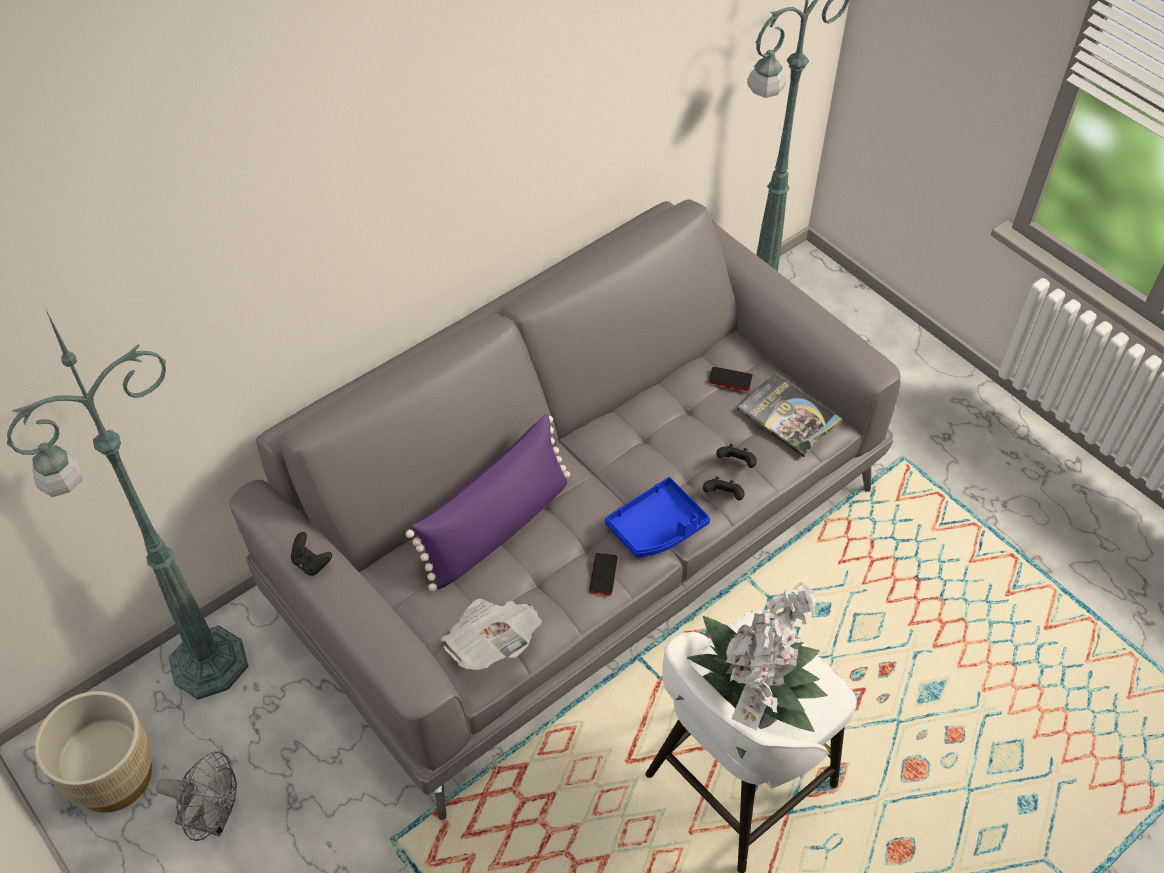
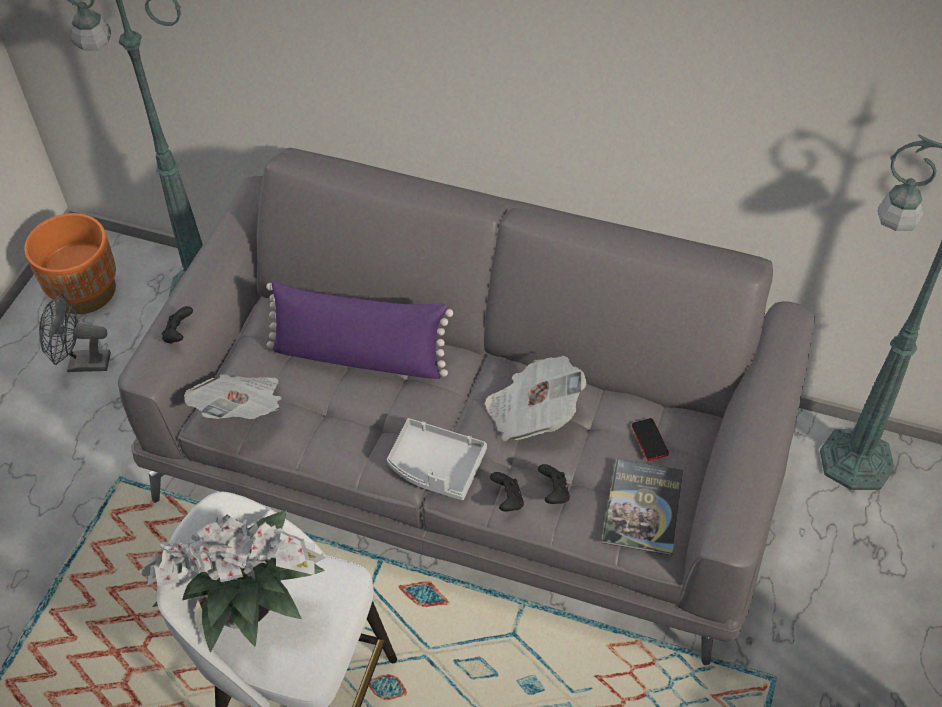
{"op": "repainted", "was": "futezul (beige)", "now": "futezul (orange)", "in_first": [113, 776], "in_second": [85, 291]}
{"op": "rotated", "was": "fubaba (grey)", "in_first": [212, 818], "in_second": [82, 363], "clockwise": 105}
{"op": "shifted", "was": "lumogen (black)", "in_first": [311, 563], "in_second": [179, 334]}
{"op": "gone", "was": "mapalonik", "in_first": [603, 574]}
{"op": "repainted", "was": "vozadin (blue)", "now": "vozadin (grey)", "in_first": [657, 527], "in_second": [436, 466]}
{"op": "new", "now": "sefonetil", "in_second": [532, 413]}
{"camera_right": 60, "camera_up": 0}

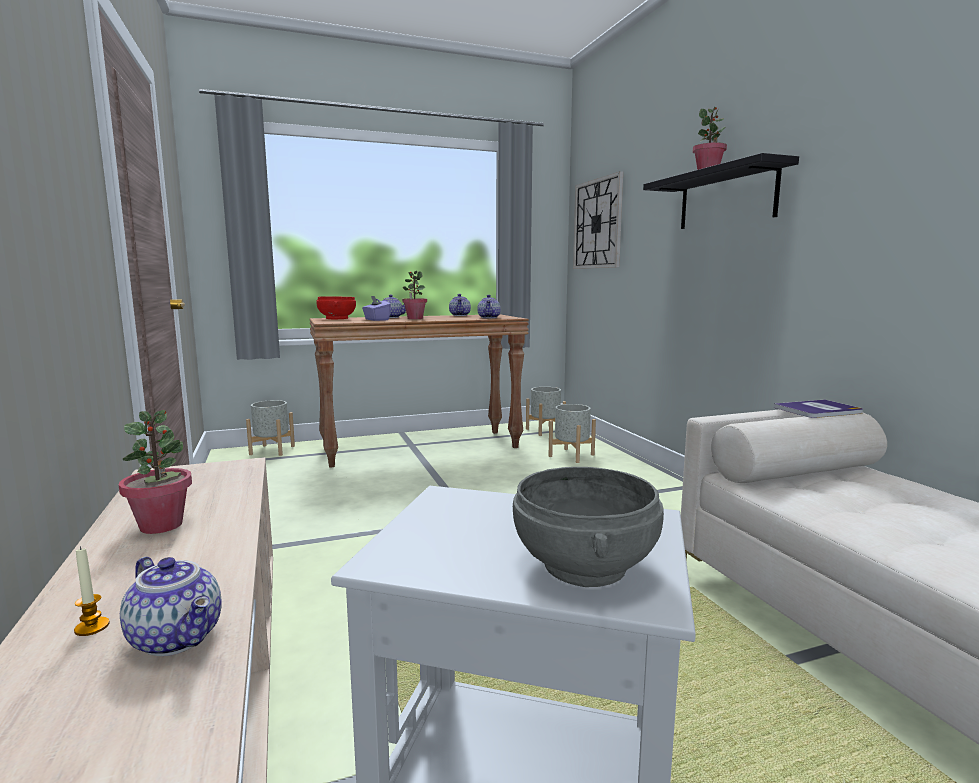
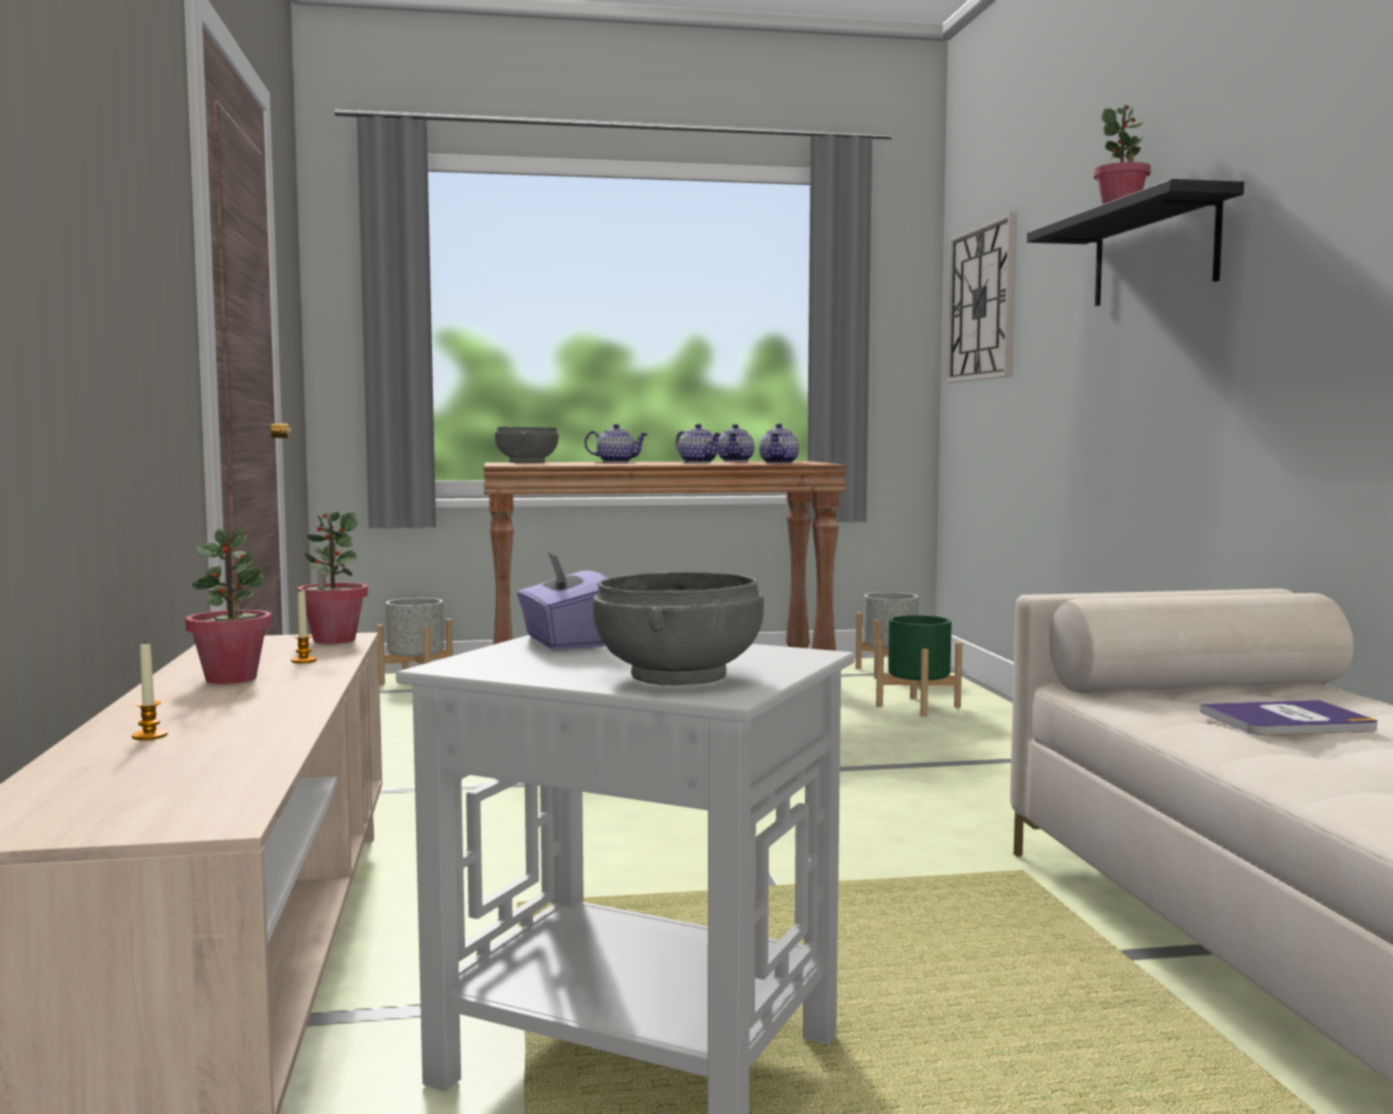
{"op": "shifted", "was": "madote", "in_first": [179, 637], "in_second": [699, 462]}
{"op": "repainted", "was": "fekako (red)", "now": "fekako (grey)", "in_first": [336, 318], "in_second": [526, 462]}
{"op": "shifted", "was": "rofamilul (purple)", "in_first": [376, 320], "in_second": [564, 642]}
{"op": "shifted", "was": "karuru", "in_first": [415, 318], "in_second": [333, 640]}
{"op": "repainted", "was": "futezul (grey)", "now": "futezul (green)", "in_first": [571, 455], "in_second": [918, 706]}
{"op": "shifted", "was": "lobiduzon", "in_first": [818, 410], "in_second": [1288, 721]}
{"op": "new", "now": "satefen", "in_second": [303, 661]}
{"camera_right": 10, "camera_up": -5}

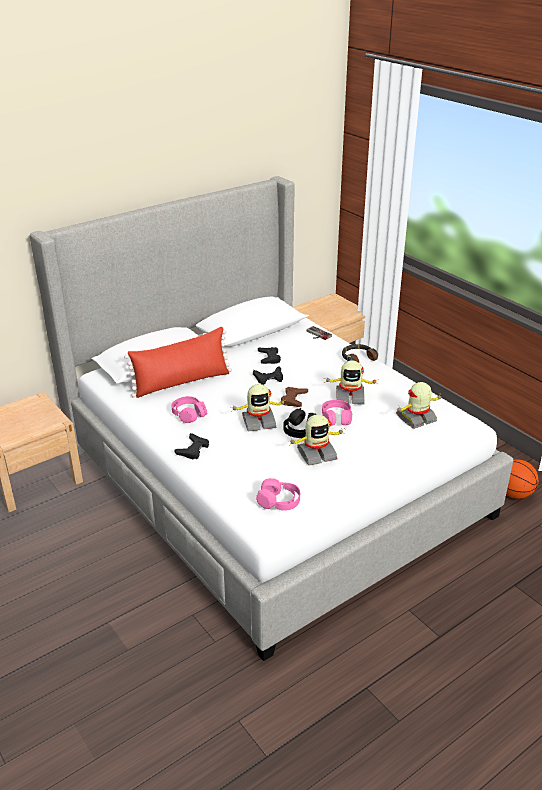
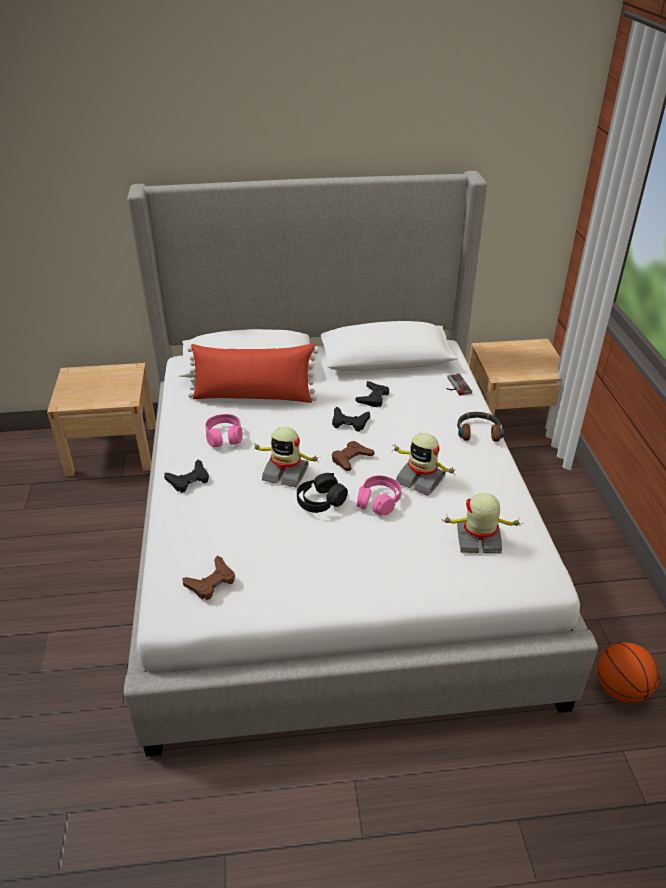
{"op": "swapped", "was": "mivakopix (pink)", "now": "lumogen (brown)", "in_first": [279, 501], "in_second": [211, 582]}
{"op": "gone", "was": "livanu", "in_first": [316, 454]}
{"camera_right": 30, "camera_up": 5}

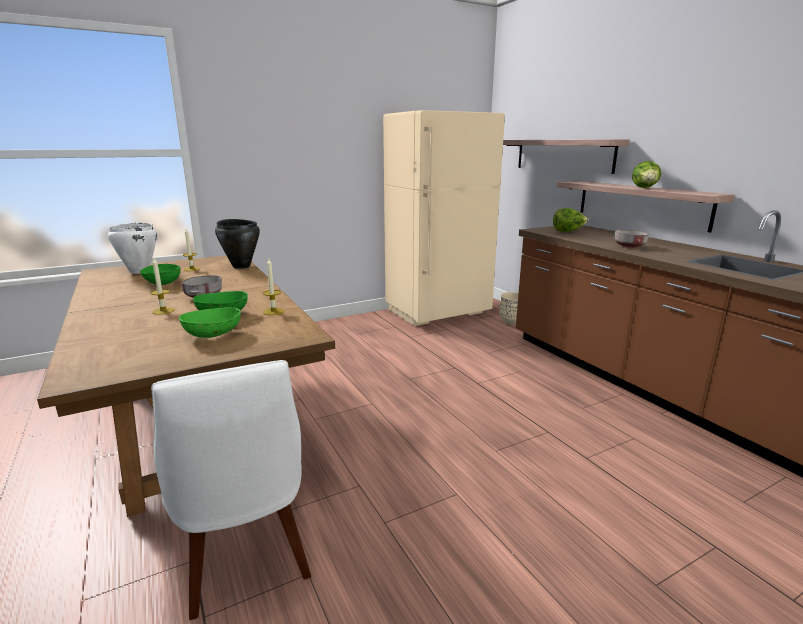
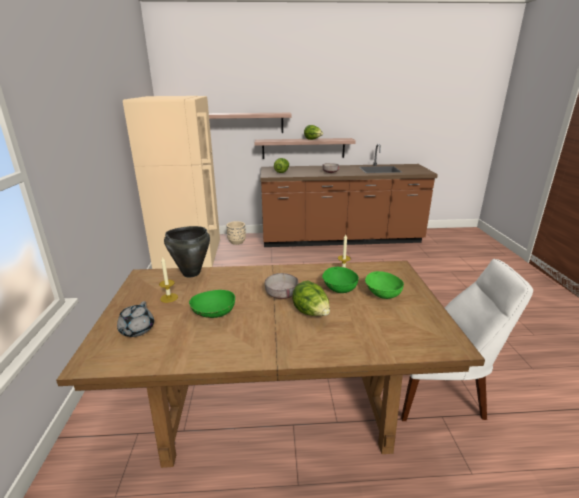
{"op": "swapped", "was": "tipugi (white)", "now": "madote (grey)", "in_first": [139, 271], "in_second": [136, 330]}
{"op": "swapped", "was": "satefen", "now": "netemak", "in_first": [163, 311], "in_second": [311, 313]}
{"camera_right": -65, "camera_up": 5}

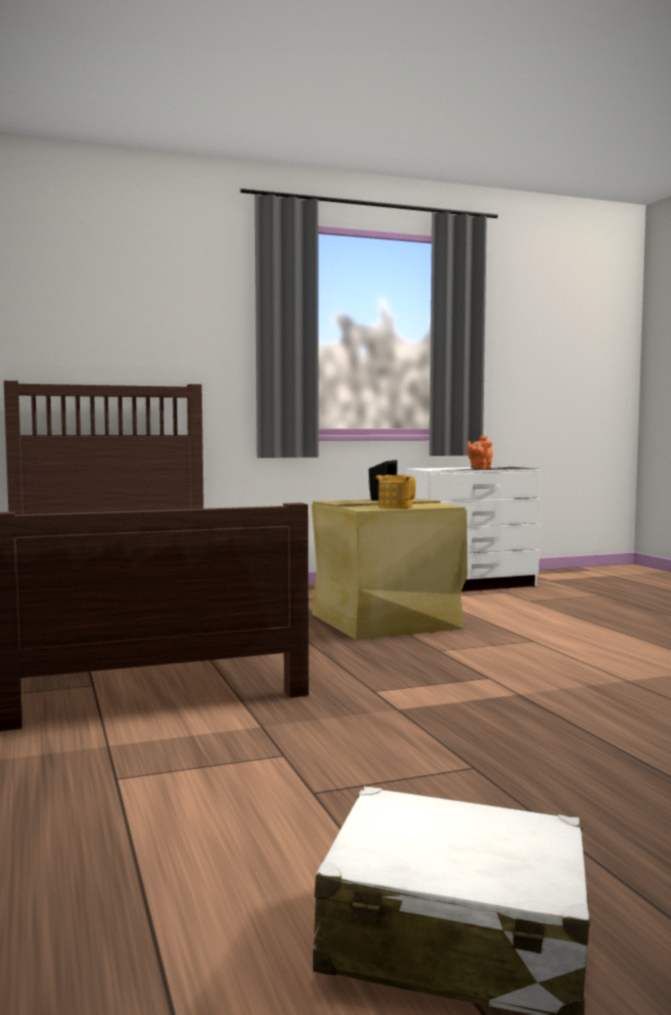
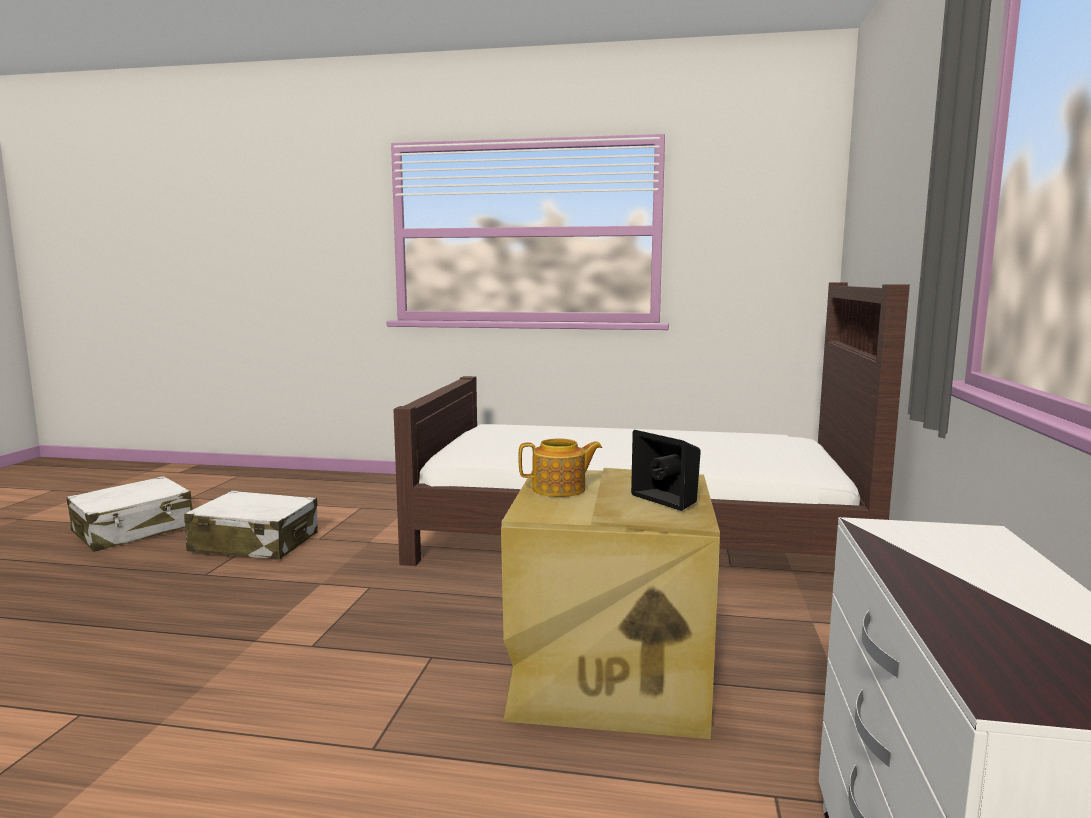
{"op": "gone", "was": "madote (orange)", "in_first": [479, 468]}
{"op": "new", "now": "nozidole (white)", "in_second": [255, 543]}
{"camera_right": 120, "camera_up": 5}

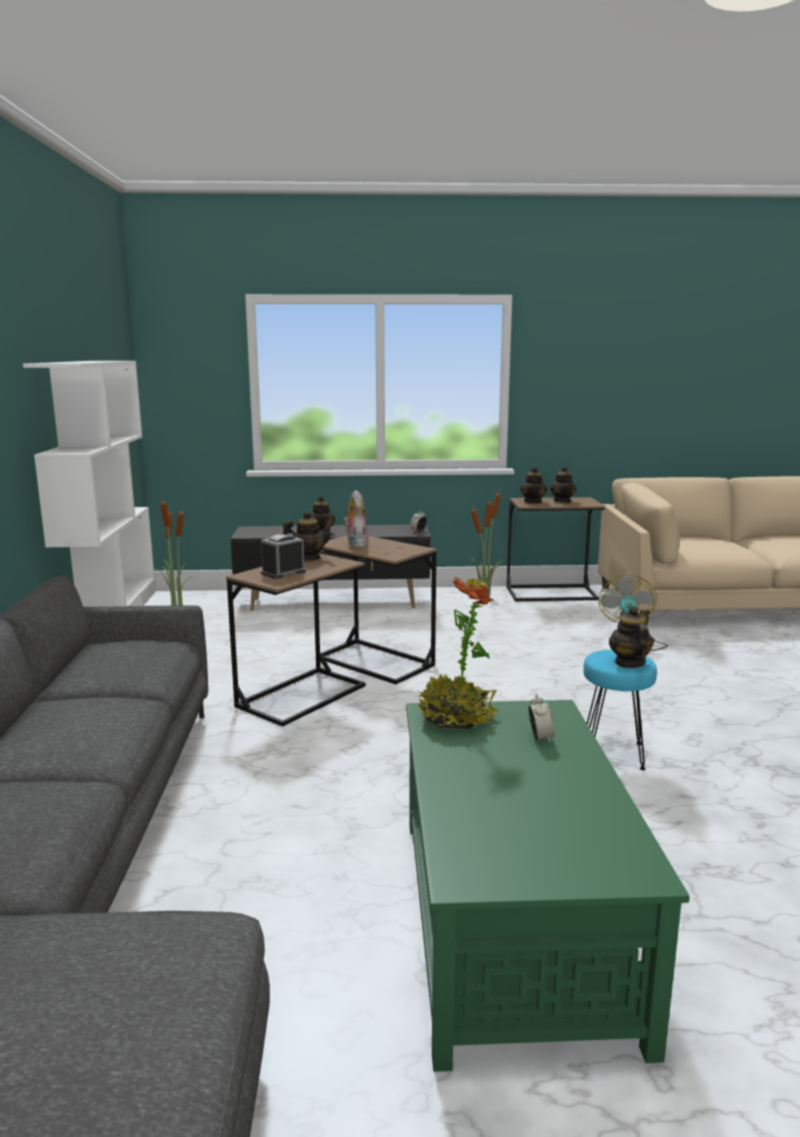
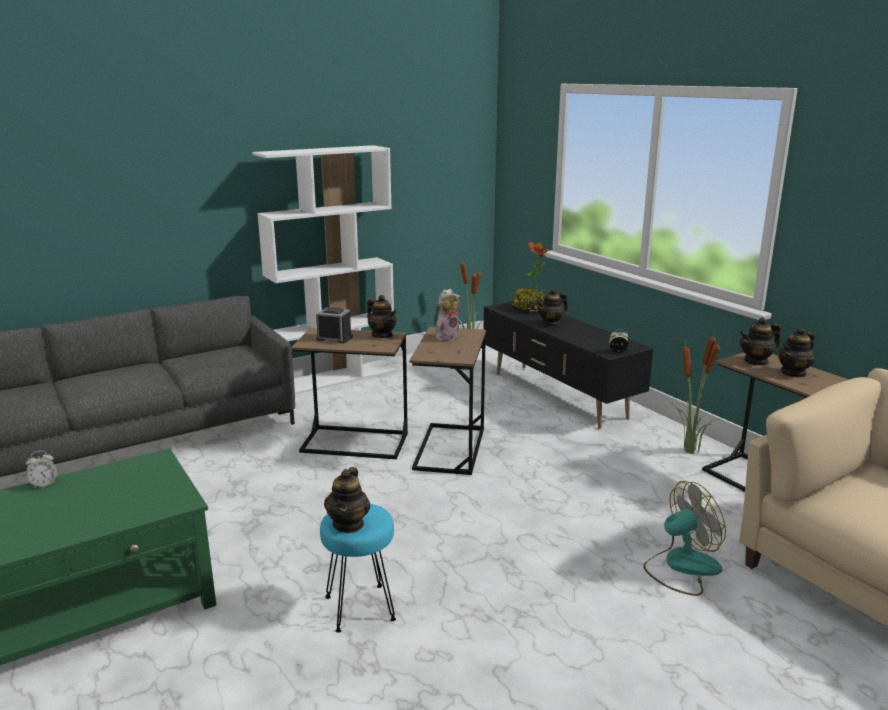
{"op": "shifted", "was": "karuru", "in_first": [456, 719], "in_second": [529, 309]}
{"op": "shifted", "was": "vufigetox", "in_first": [540, 737], "in_second": [44, 484]}
{"op": "rotated", "was": "madote", "in_first": [629, 663], "in_second": [348, 524], "clockwise": 135}
{"camera_right": 60, "camera_up": 5}

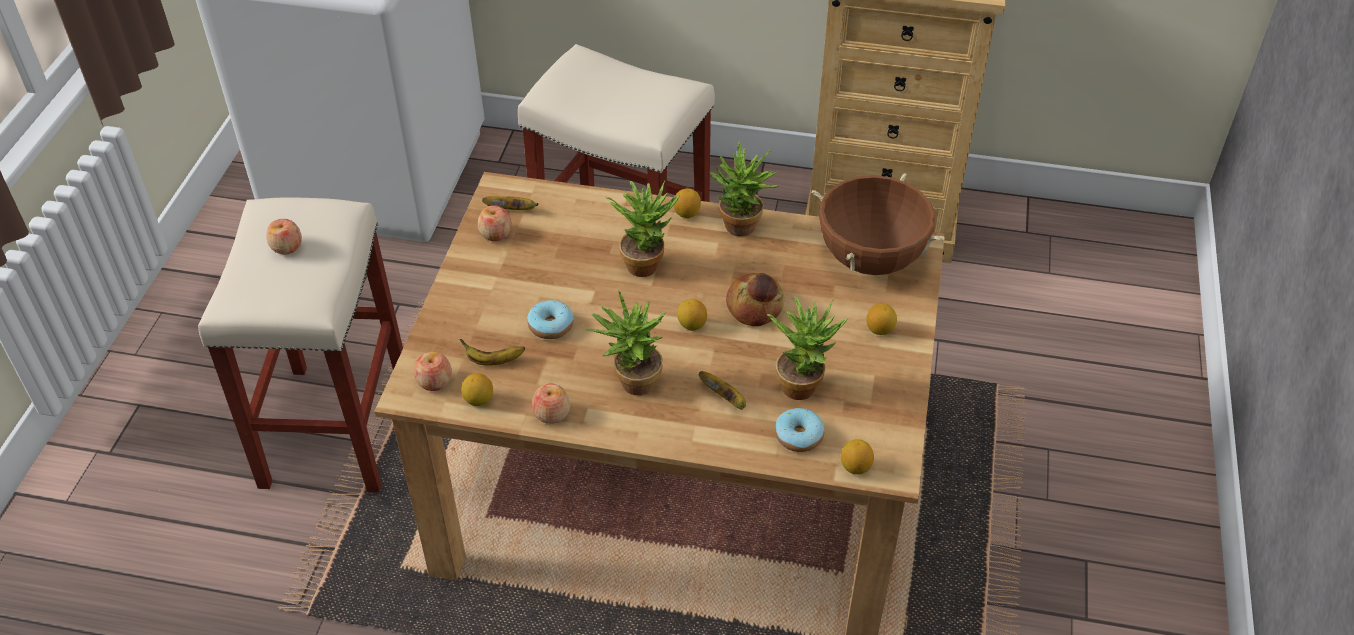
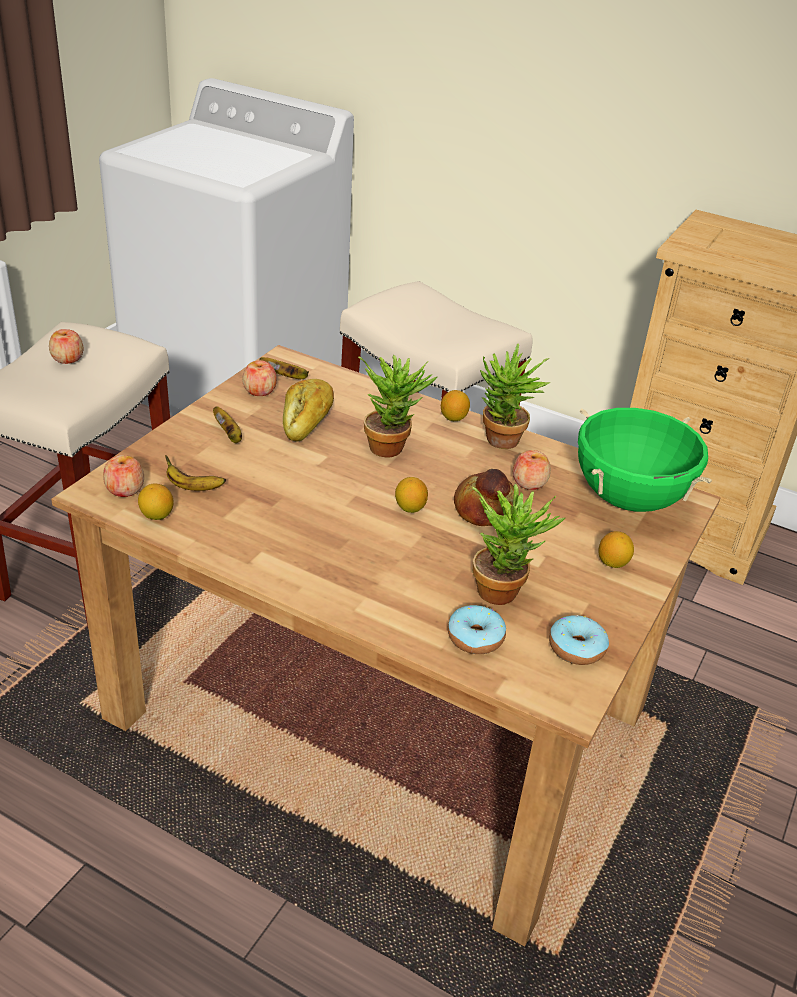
{"op": "shifted", "was": "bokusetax", "in_first": [551, 326], "in_second": [576, 648]}
{"op": "shifted", "was": "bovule", "in_first": [552, 414], "in_second": [529, 483]}
{"op": "gone", "was": "karuru", "in_first": [631, 383]}
{"op": "shifted", "was": "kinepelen", "in_first": [725, 398], "in_second": [229, 435]}
{"op": "repainted", "was": "tipugi (brown)", "now": "tipugi (green)", "in_first": [871, 259], "in_second": [629, 499]}
{"op": "gone", "was": "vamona", "in_first": [855, 467]}
{"op": "new", "now": "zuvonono", "in_second": [307, 420]}
{"camera_right": 15, "camera_up": -10}

